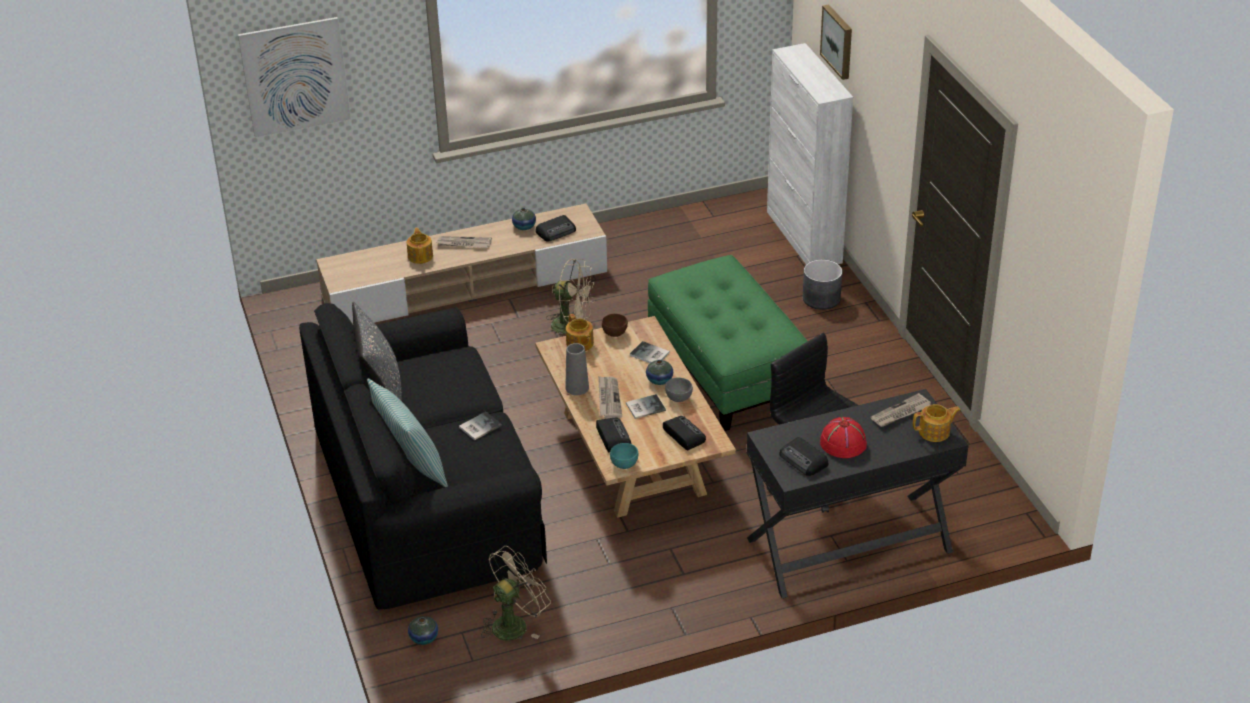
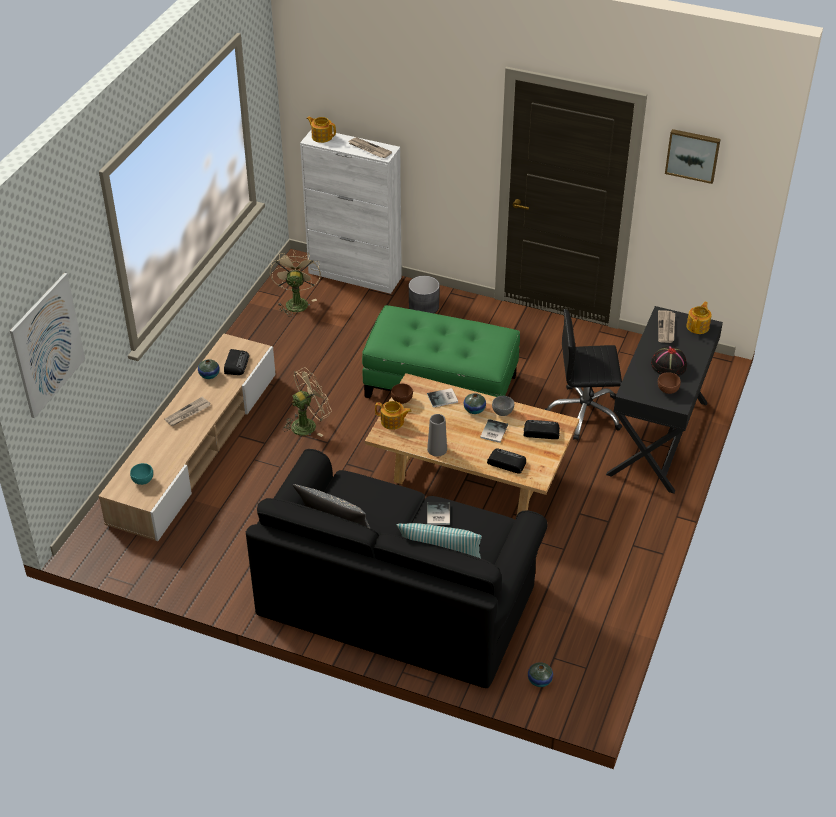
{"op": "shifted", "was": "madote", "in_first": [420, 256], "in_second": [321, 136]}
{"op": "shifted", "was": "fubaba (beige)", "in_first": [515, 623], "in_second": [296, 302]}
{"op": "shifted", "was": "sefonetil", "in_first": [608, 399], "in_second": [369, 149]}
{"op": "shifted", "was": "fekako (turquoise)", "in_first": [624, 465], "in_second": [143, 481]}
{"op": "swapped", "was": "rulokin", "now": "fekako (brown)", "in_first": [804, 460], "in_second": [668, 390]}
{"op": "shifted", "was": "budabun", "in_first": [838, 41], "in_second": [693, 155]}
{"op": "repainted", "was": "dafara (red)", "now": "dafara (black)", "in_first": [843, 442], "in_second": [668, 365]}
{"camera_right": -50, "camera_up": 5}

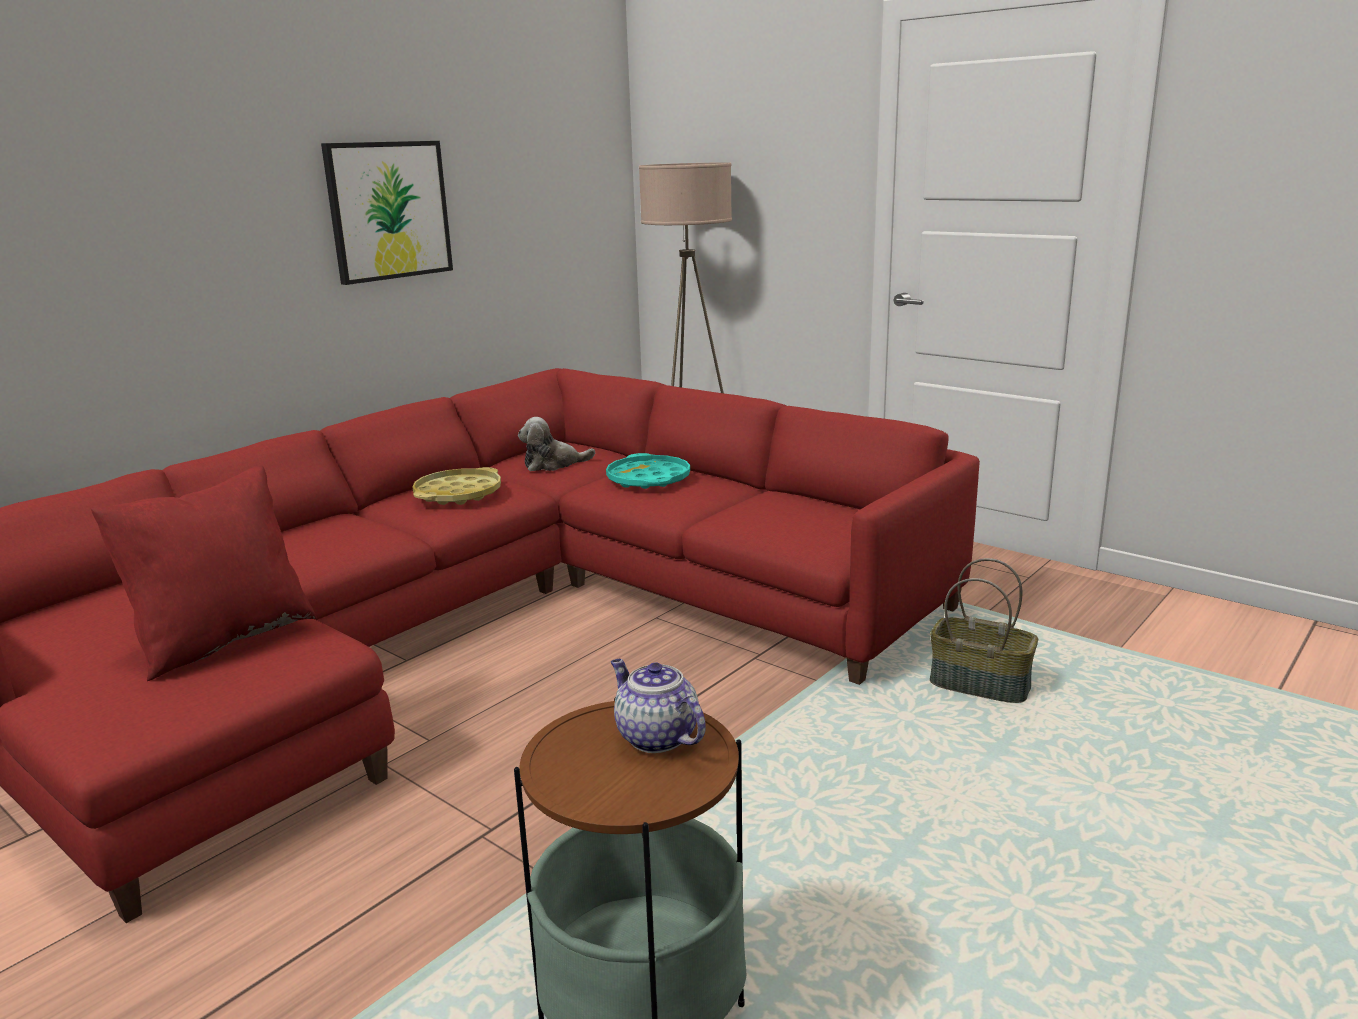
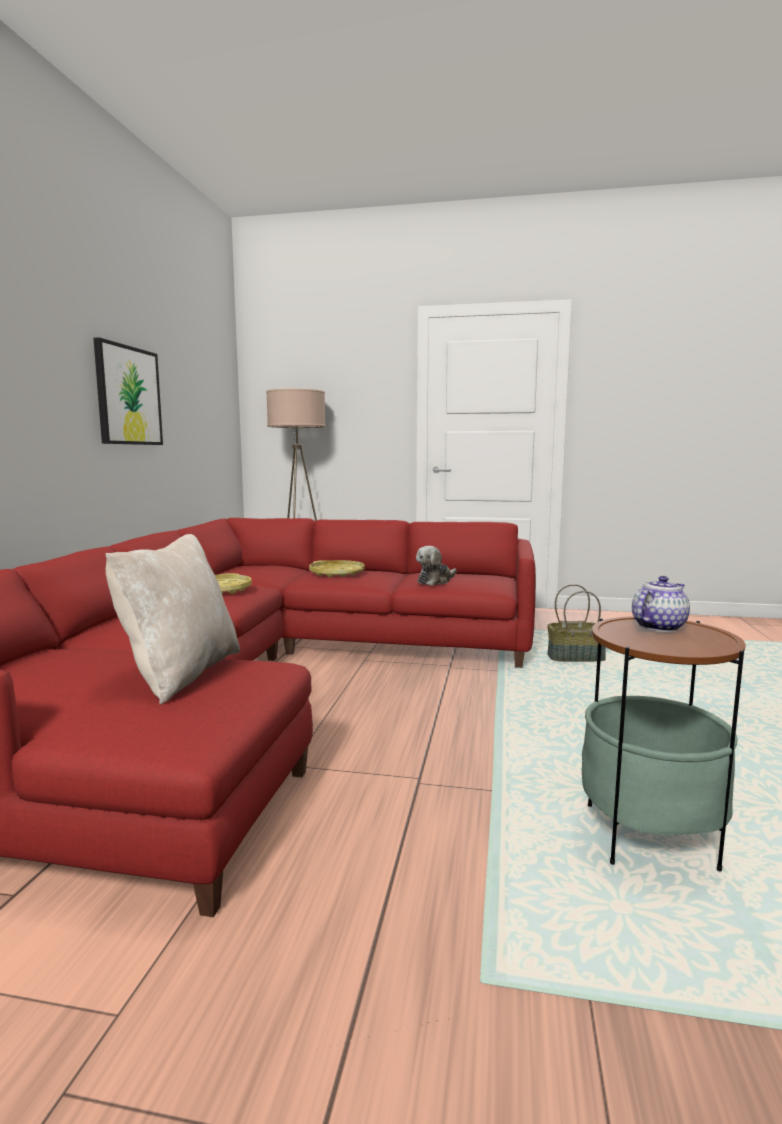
{"op": "repainted", "was": "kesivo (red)", "now": "kesivo (beige)", "in_first": [223, 639], "in_second": [180, 674]}
{"op": "shifted", "was": "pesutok", "in_first": [553, 464], "in_second": [435, 581]}
{"op": "repainted", "was": "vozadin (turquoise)", "now": "vozadin (yellow)", "in_first": [648, 479], "in_second": [337, 573]}
{"op": "rotated", "was": "madote", "in_first": [655, 737], "in_second": [658, 626], "clockwise": 120}
{"camera_right": -30, "camera_up": -10}

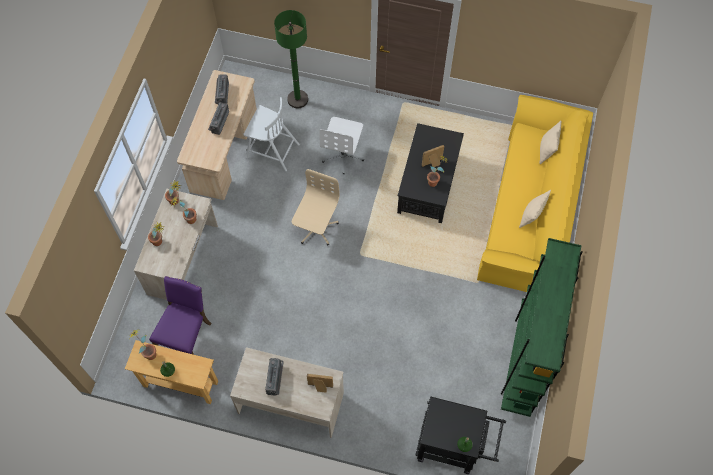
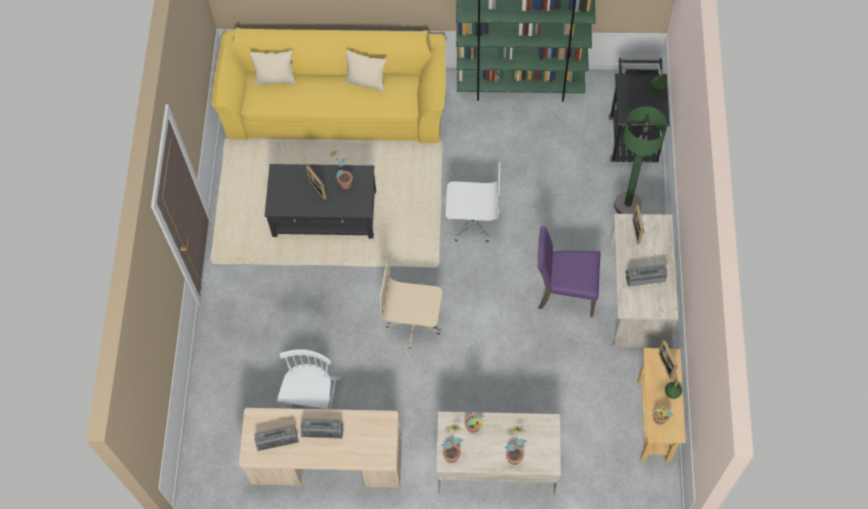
{"op": "shifted", "was": "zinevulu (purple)", "in_first": [187, 337], "in_second": [565, 292]}
{"op": "shifted", "was": "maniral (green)", "in_first": [297, 99], "in_second": [627, 204]}
{"op": "shifted", "was": "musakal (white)", "in_first": [343, 155], "in_second": [472, 221]}
{"op": "new", "now": "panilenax", "in_second": [668, 364]}
{"camera_right": -100, "camera_up": 0}

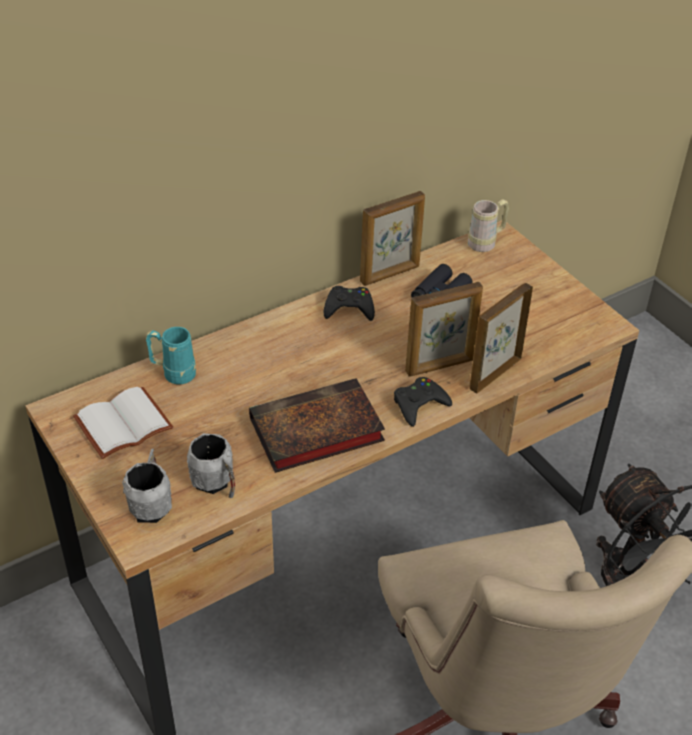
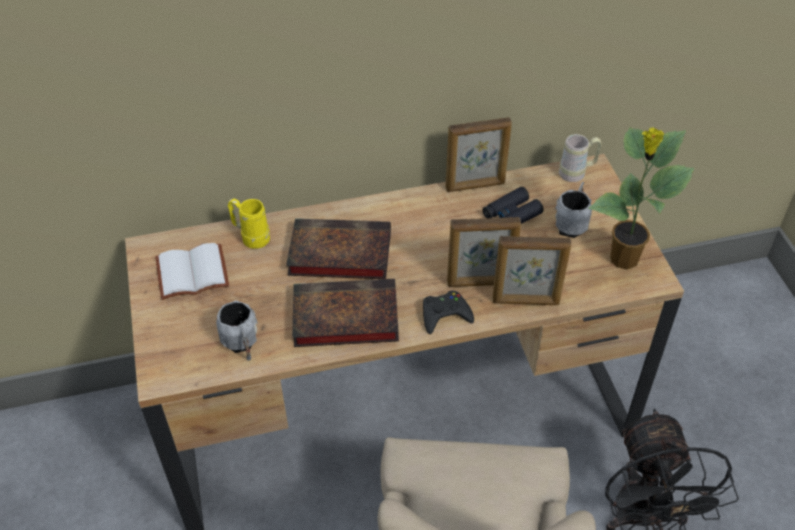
{"op": "shifted", "was": "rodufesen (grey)", "in_first": [151, 504], "in_second": [571, 224]}
{"op": "repainted", "was": "rodufesen (turquoise)", "now": "rodufesen (yellow)", "in_first": [173, 373], "in_second": [251, 237]}
{"op": "gone", "was": "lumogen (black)", "in_first": [349, 308]}
{"op": "rotated", "was": "panilenax", "in_first": [494, 373], "in_second": [526, 301], "clockwise": -150}
{"op": "new", "now": "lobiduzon", "in_second": [337, 254]}
{"op": "new", "now": "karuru", "in_second": [623, 260]}
{"camera_right": 20, "camera_up": 5}

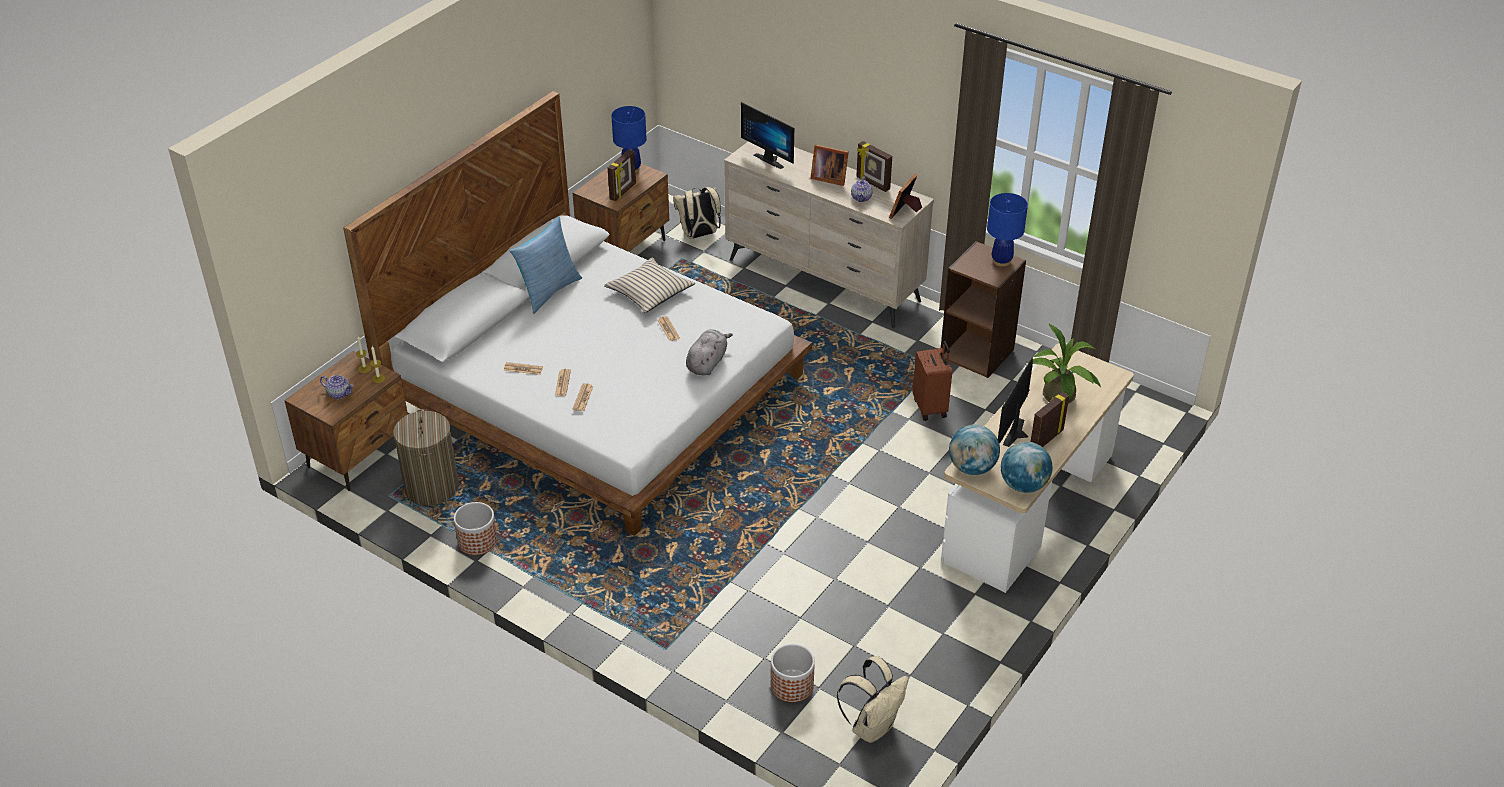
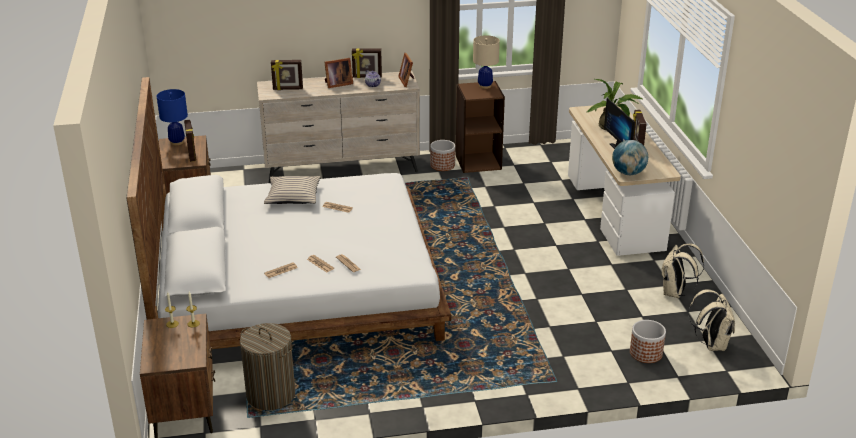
{"op": "gone", "was": "madote", "in_first": [339, 393]}
{"op": "shifted", "was": "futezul", "in_first": [478, 541], "in_second": [442, 165]}
{"op": "gone", "was": "kesivo", "in_first": [548, 291]}
{"op": "shifted", "was": "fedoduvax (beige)", "in_first": [699, 235], "in_second": [675, 293]}
{"op": "gone", "was": "pesutok (grey)", "in_first": [707, 363]}
{"op": "swapped", "was": "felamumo", "now": "panilenax", "in_first": [771, 159], "in_second": [288, 89]}
{"op": "gone", "was": "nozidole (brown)", "in_first": [931, 407]}
{"op": "repainted", "was": "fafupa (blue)", "now": "fafupa (beige)", "in_first": [1001, 261], "in_second": [485, 86]}
{"op": "gone", "was": "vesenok", "in_first": [1023, 485]}
{"camera_right": -45, "camera_up": -10}

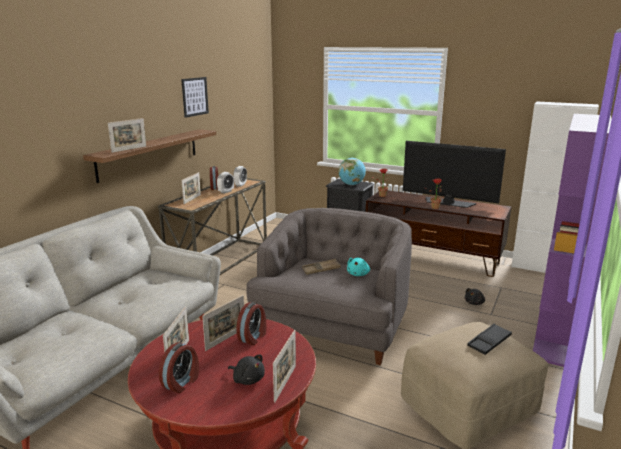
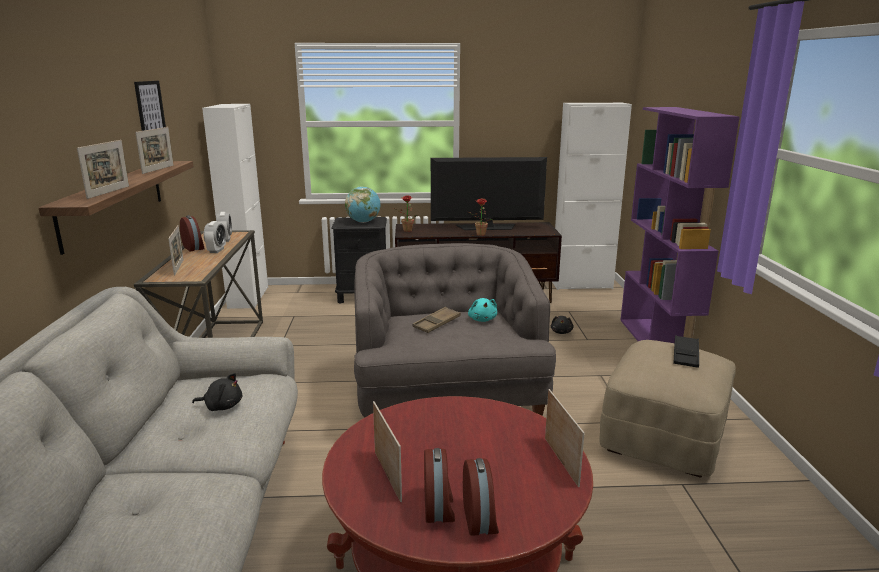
{"op": "shifted", "was": "panilenax", "in_first": [225, 339], "in_second": [158, 169]}
{"op": "shifted", "was": "pesutok (black)", "in_first": [247, 379], "in_second": [222, 406]}
{"op": "shifted", "was": "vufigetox", "in_first": [253, 337], "in_second": [481, 519]}
{"op": "new", "now": "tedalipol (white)", "in_second": [248, 297]}
{"camera_right": -30, "camera_up": 0}

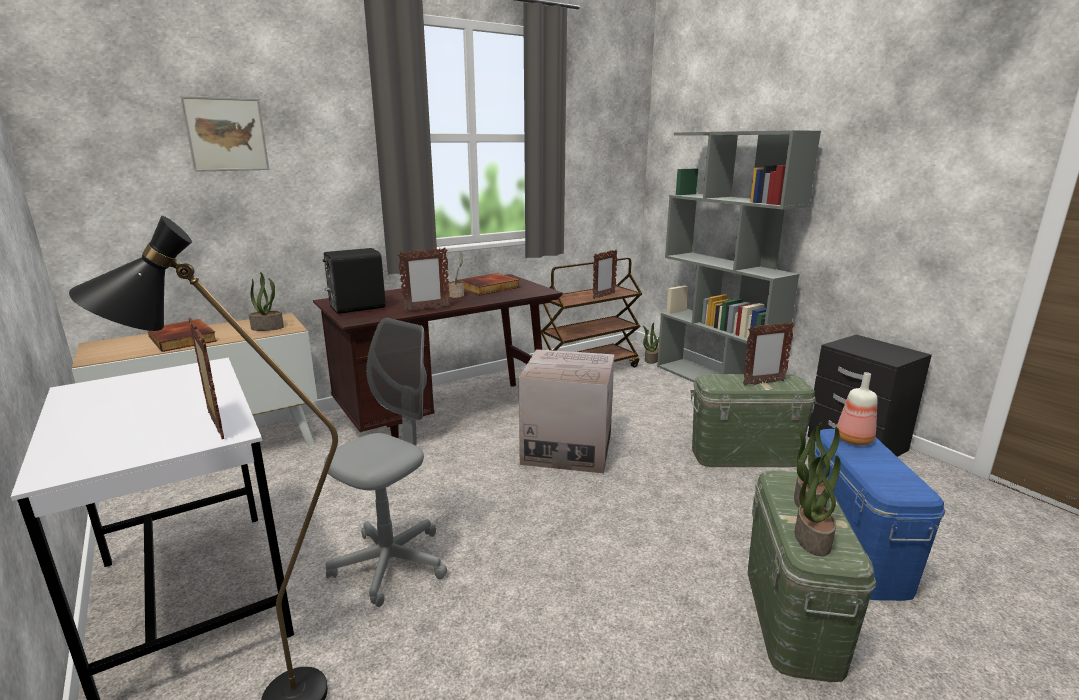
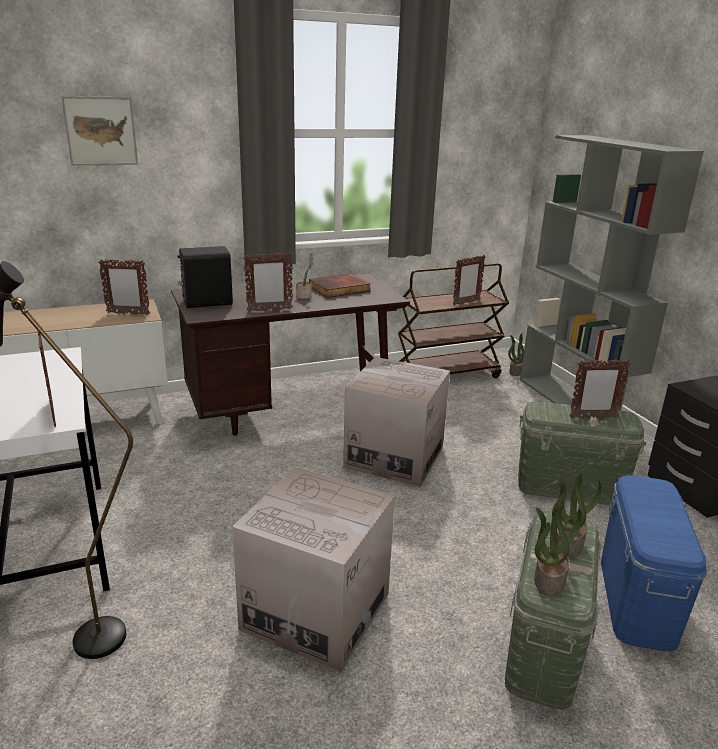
{"op": "gone", "was": "lobiduzon", "in_first": [184, 339]}
{"op": "swapped", "was": "karuru", "now": "panilenax", "in_first": [268, 327], "in_second": [128, 314]}
{"op": "gone", "was": "musakal (grey)", "in_first": [390, 564]}
{"op": "gone", "was": "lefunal", "in_first": [854, 440]}
{"op": "new", "now": "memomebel", "in_second": [316, 611]}
{"camera_right": 10, "camera_up": 5}

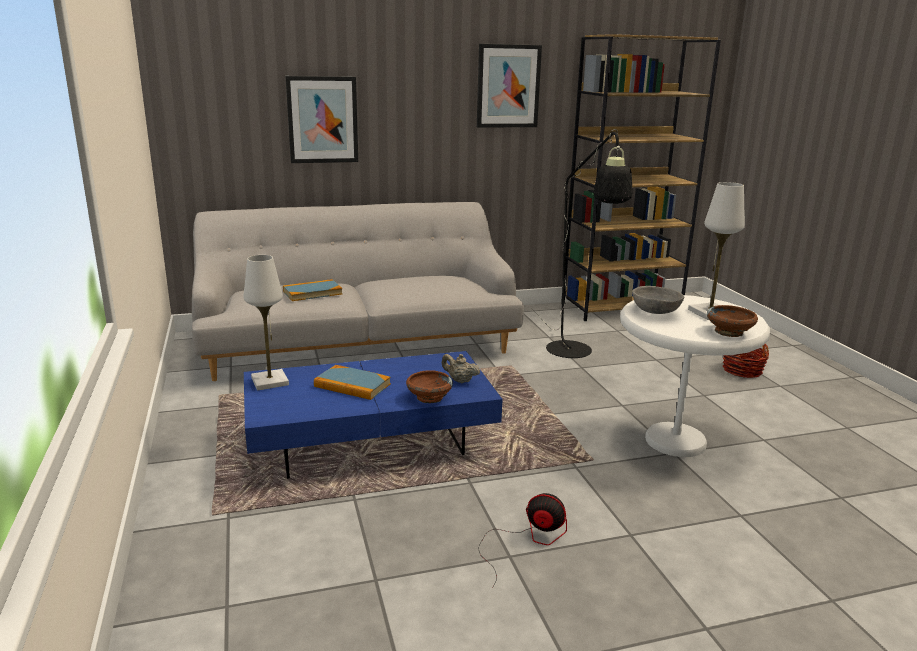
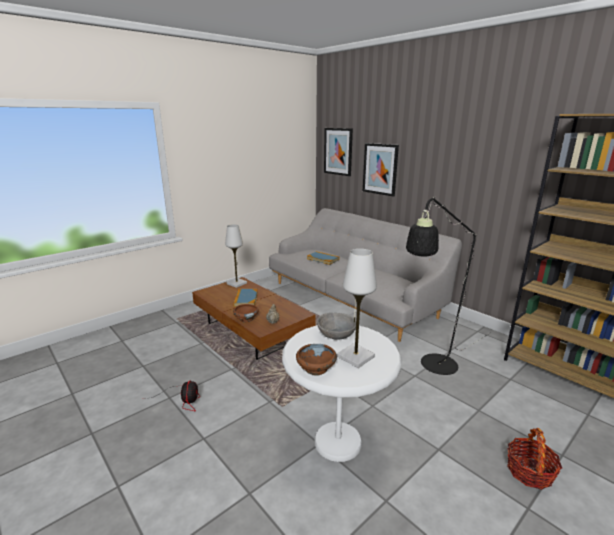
{"op": "repainted", "was": "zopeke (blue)", "now": "zopeke (brown)", "in_first": [370, 442], "in_second": [252, 332]}
{"op": "shifted", "was": "budabun", "in_first": [508, 86], "in_second": [338, 151]}
{"camera_right": 65, "camera_up": 0}

